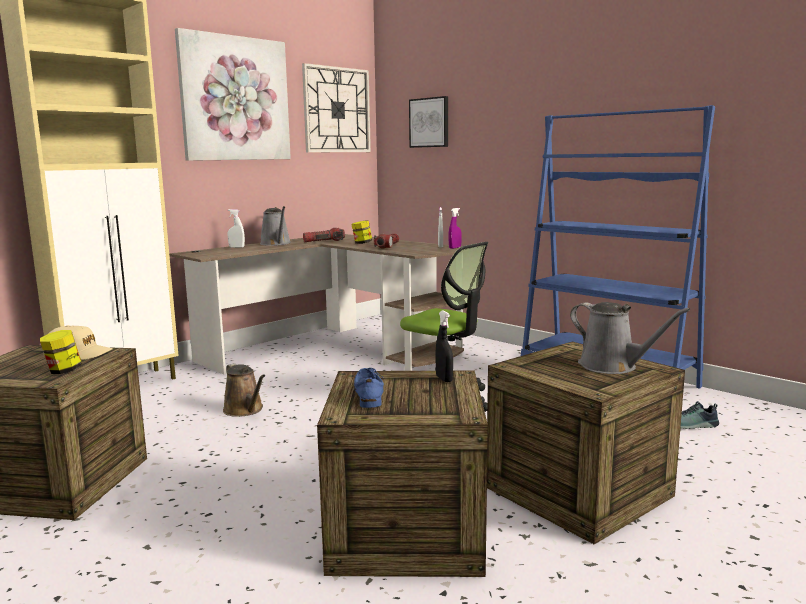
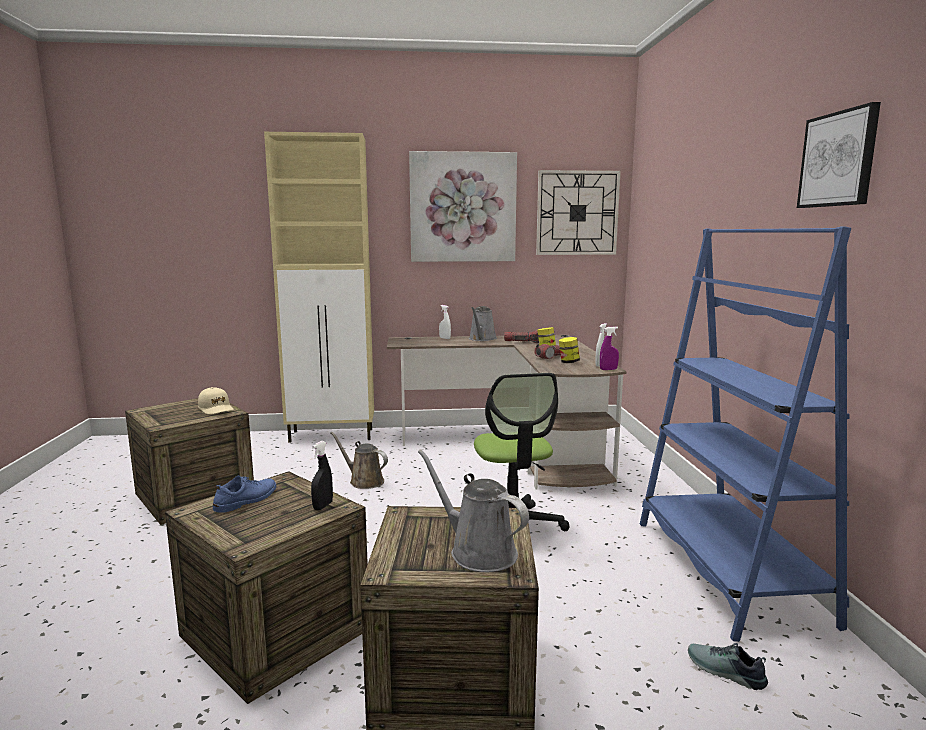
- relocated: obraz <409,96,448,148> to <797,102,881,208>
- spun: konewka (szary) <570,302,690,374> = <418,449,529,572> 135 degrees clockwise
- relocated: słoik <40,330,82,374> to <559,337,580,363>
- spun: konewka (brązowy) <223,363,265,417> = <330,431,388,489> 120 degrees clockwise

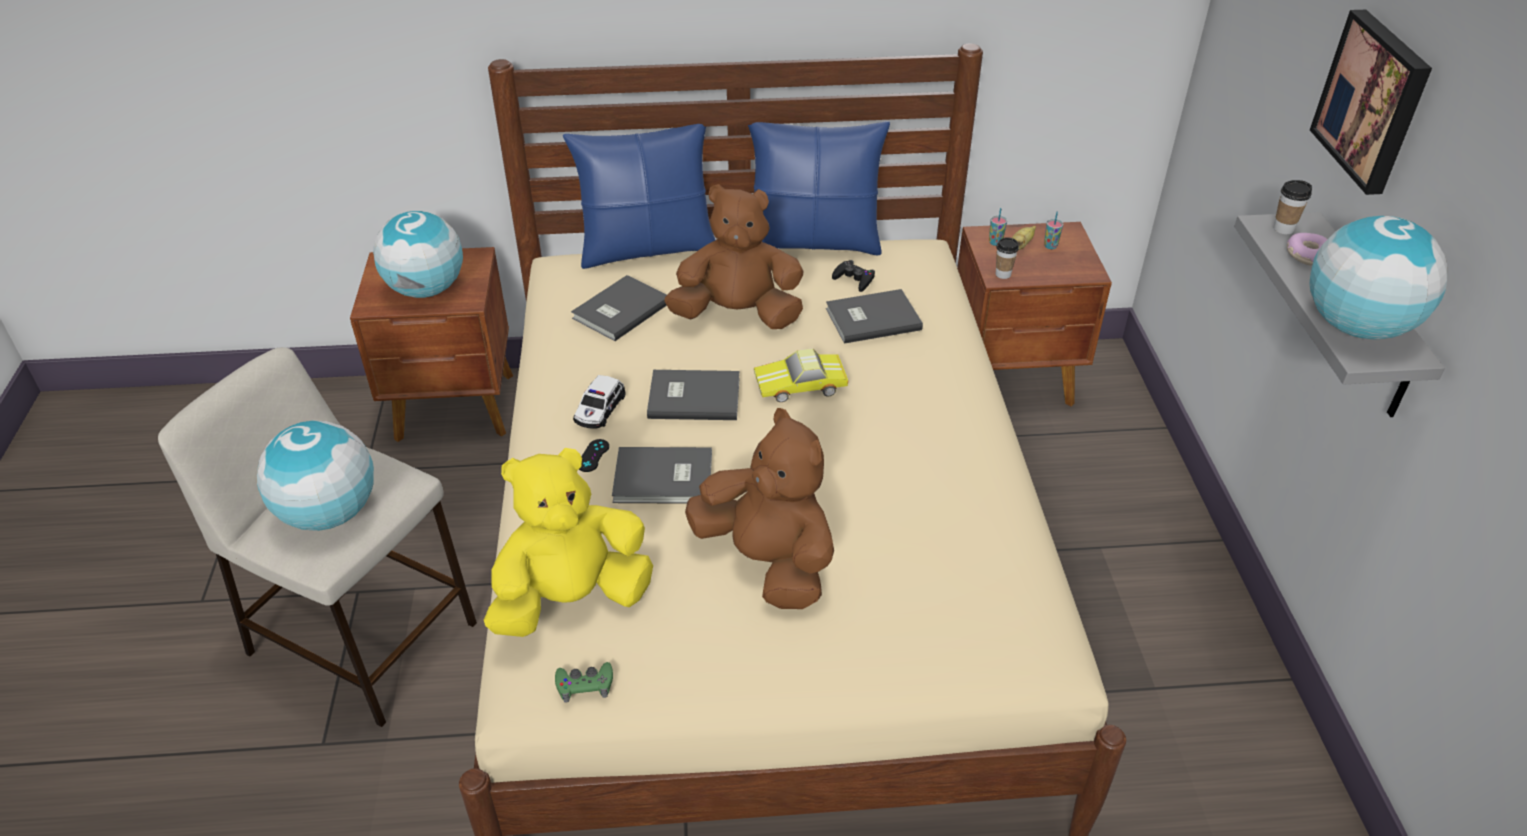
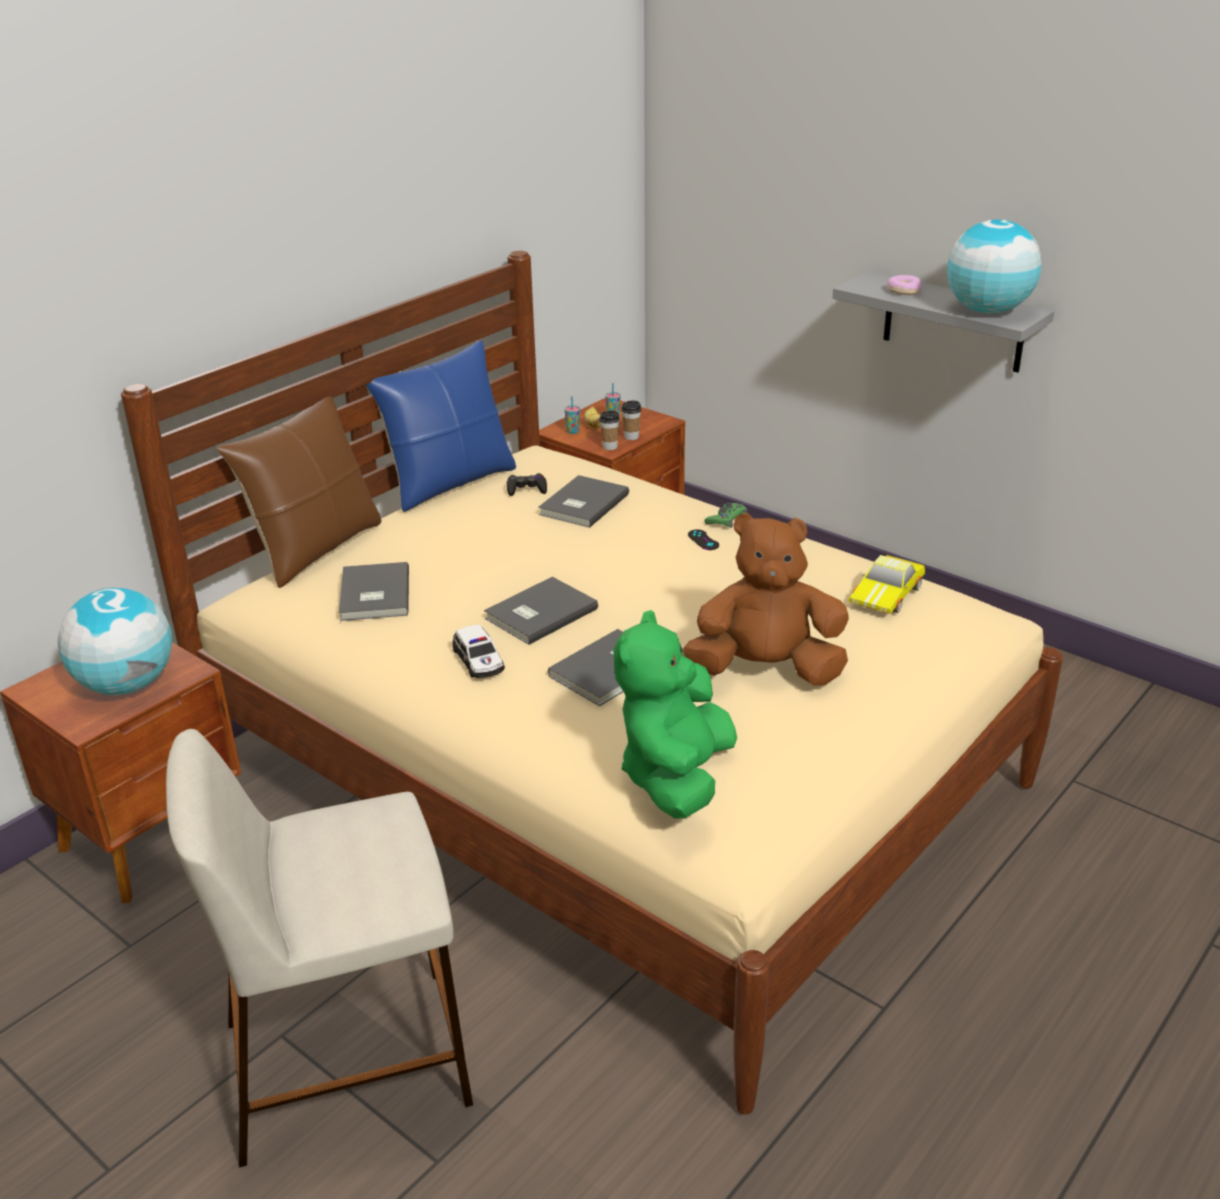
- missing: obraz <1310,10,1432,195>
- colour: poduszka (niebieski) <563,124,715,269> to poduszka (brązowy) <217,396,381,588>
- relocated: filiżanka <1273,180,1312,235> to <621,400,641,440>
- missing: pluszak (brązowy) <665,184,803,329>
- relocated: samochodzik <754,348,848,402> to <848,555,925,613>
- missing: globus <257,420,374,531>
- relocated: pad do gier (czarny) <579,439,609,472> to <688,530,719,550>
- colour: pluszak (żółty) <484,448,653,637> to pluszak (zielony) <613,610,737,819>
- relocated: pad do gier (zielony) <555,662,613,703> to <705,503,747,528>

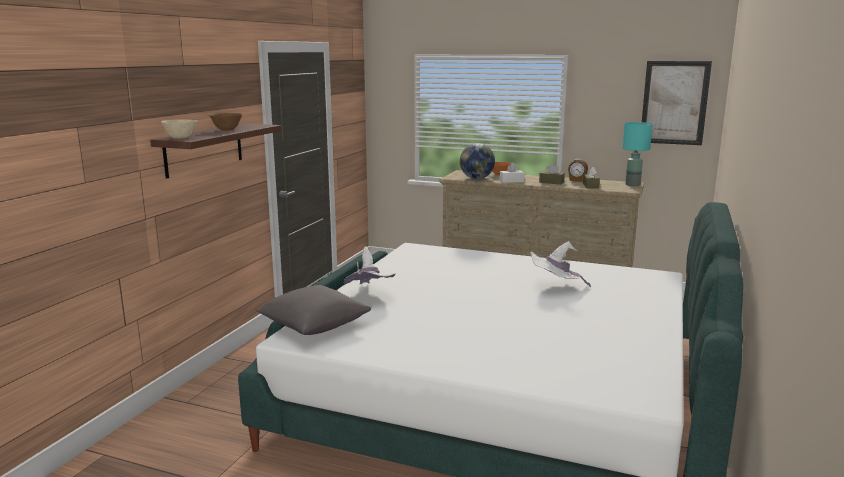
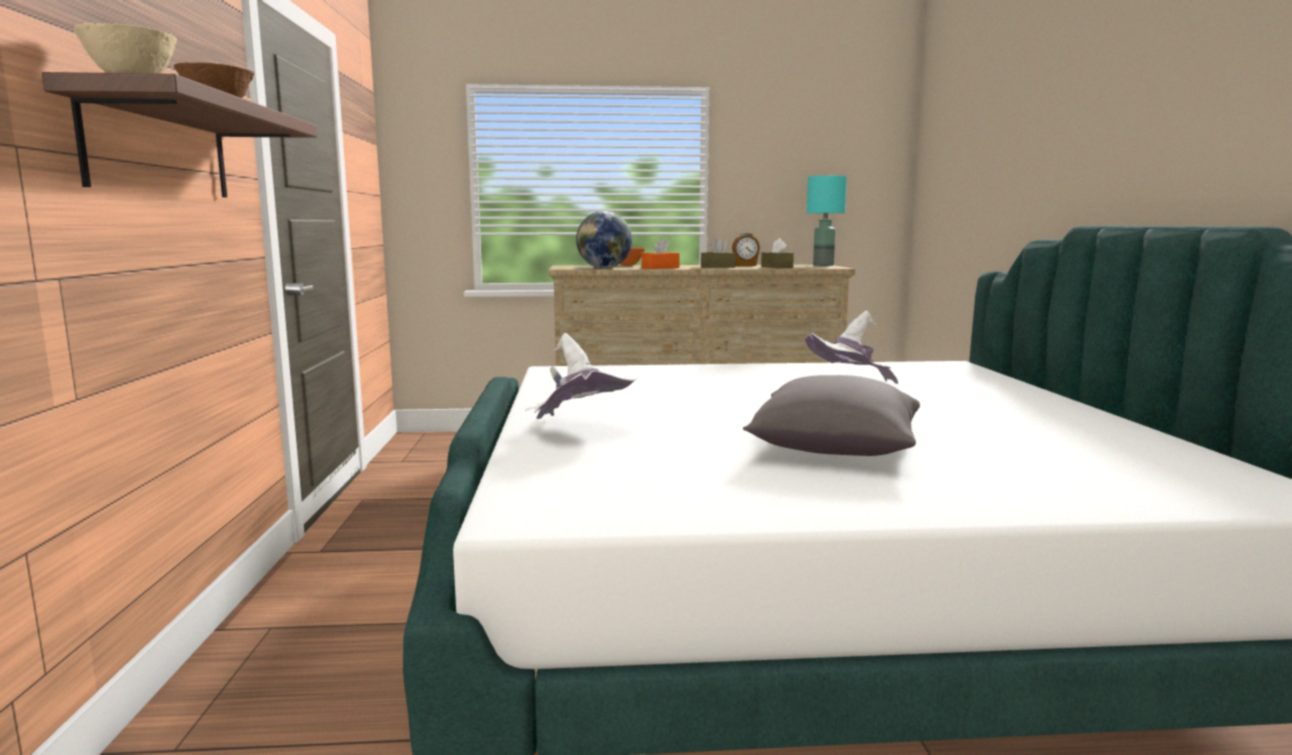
- missing: obraz <642,61,712,145>
- colour: pudełko chusteczek (biały) <500,163,524,183> to pudełko chusteczek (pomarańczowy) <642,238,680,269>
- relocated: poduszka (szary) <255,285,371,335> to <743,375,920,456>

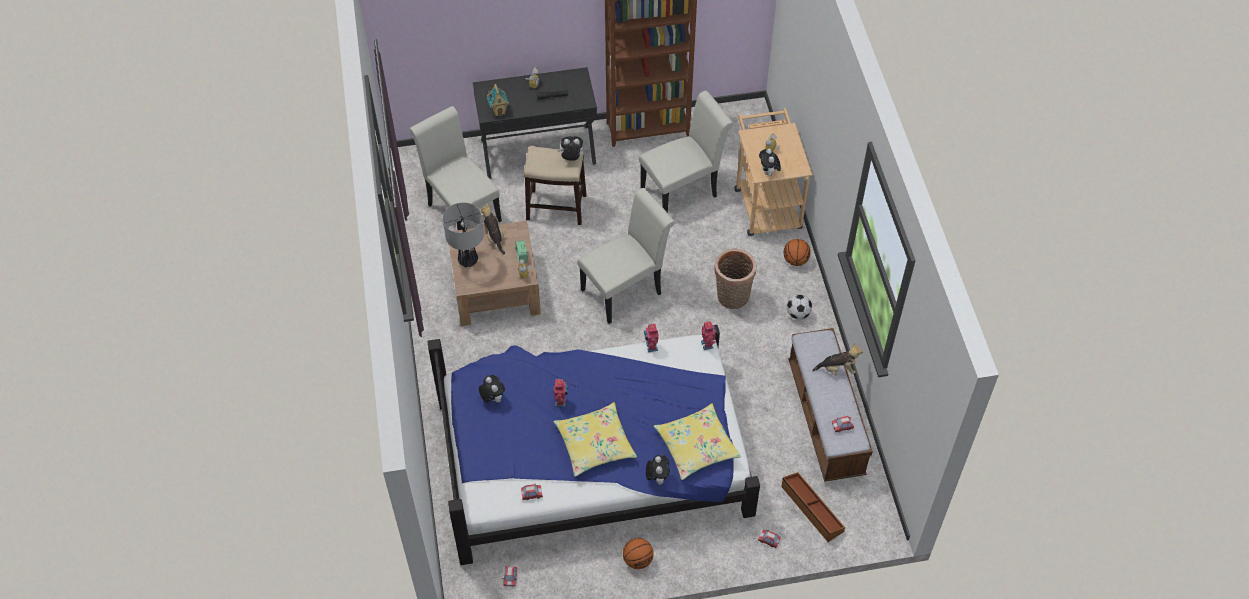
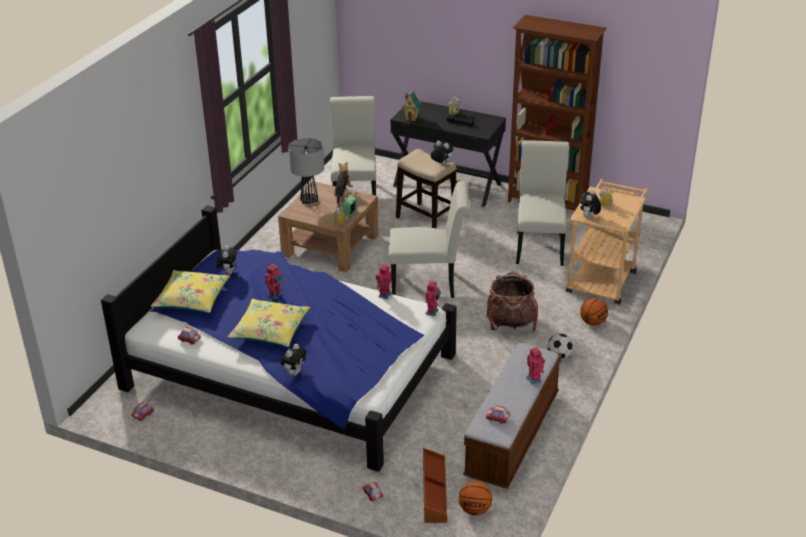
- spun: krzesło (biały) <639,91,734,213> = <516,140,569,266> 90 degrees counterclockwise
- exchanged: koszyk <714,248,756,309> to plecak <487,271,538,331>
- exchanged: pluszak <812,343,863,375> to robot zabawkowy <526,347,545,385>
- relocated: poduszka (żółty) <654,403,741,480> to <151,270,230,313>
- relocated: piłka do koszykówki <623,538,654,569> to <459,481,492,515>

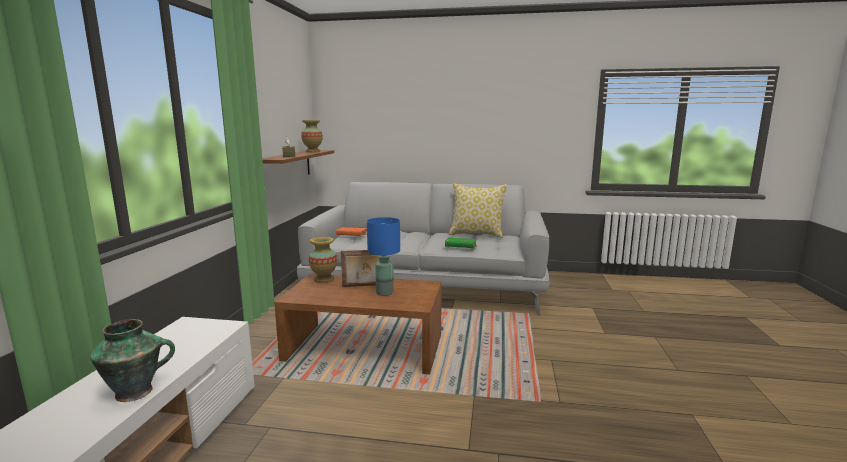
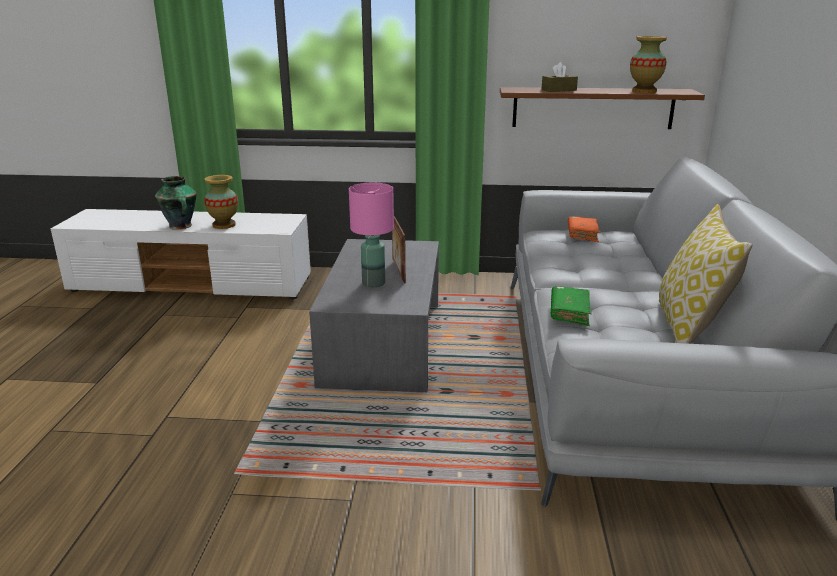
- colour: lampa stołowa (niebieski) <367,217,400,296> to lampa stołowa (różowy) <349,183,394,287>
- relocated: wazon <309,237,337,283> to <204,175,238,229>
- colour: ława (brązowy) <274,274,442,374> to ława (szary) <309,239,439,392>

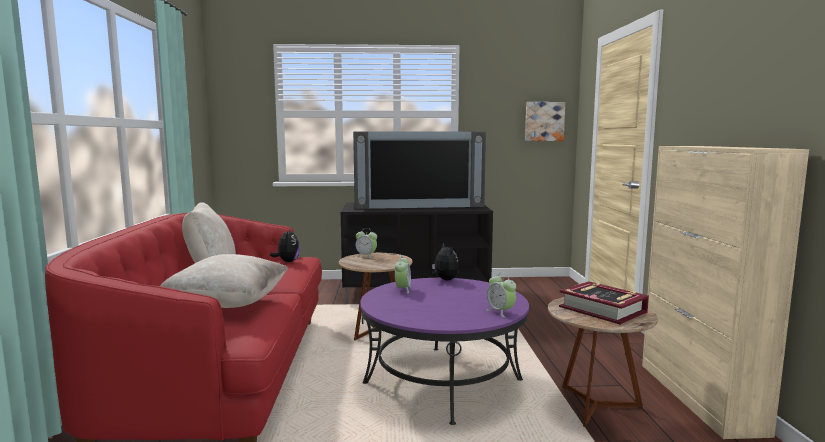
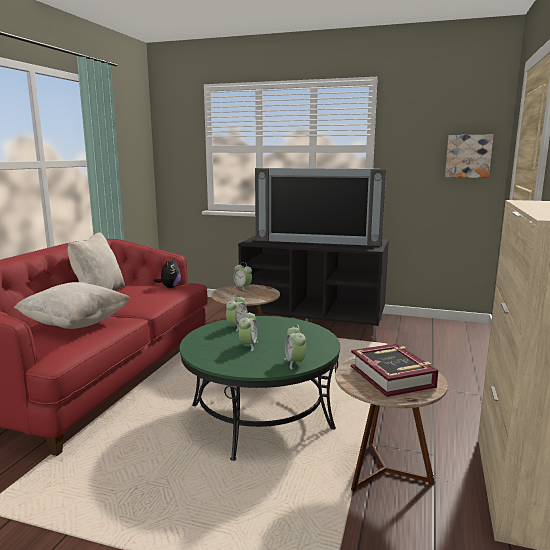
- missing: pluszak <432,243,459,280>
- colour: ława (fioletowy) <360,278,529,425> to ława (zielony) <180,316,340,461>
- appeared: budzik <239,310,258,351>

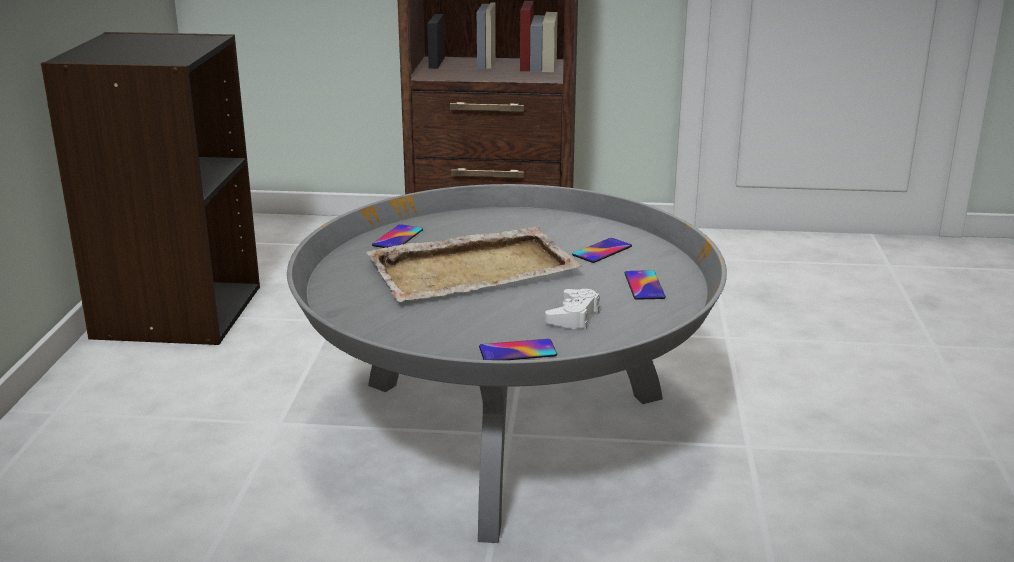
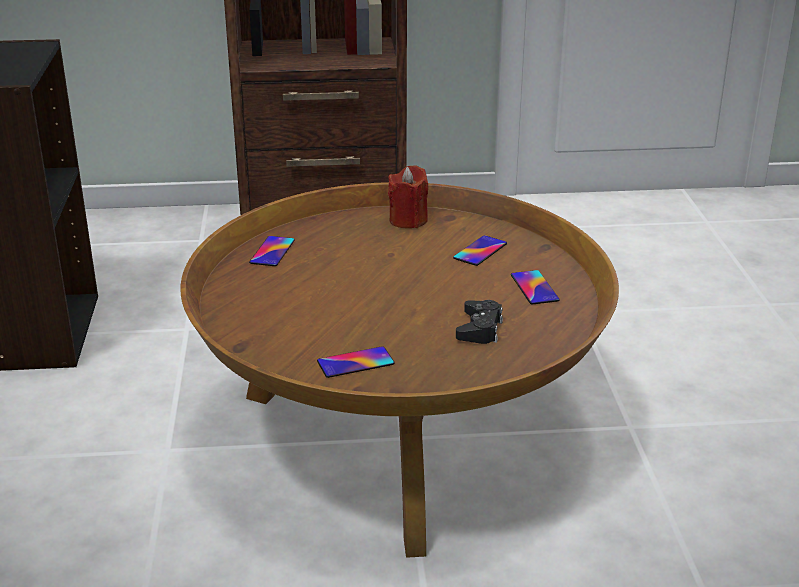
- colour: ława (szary) <287,184,727,543> to ława (brązowy) <180,182,619,558>
- missing: taca (beżowy) <367,226,582,302>
- colour: pad do gier (biały) <545,289,600,329> to pad do gier (czarny) <456,300,503,344>
- relocated: telefon <479,339,557,360> to <317,346,394,378>
- appeared: świeca (czerwony) <388,165,428,228>

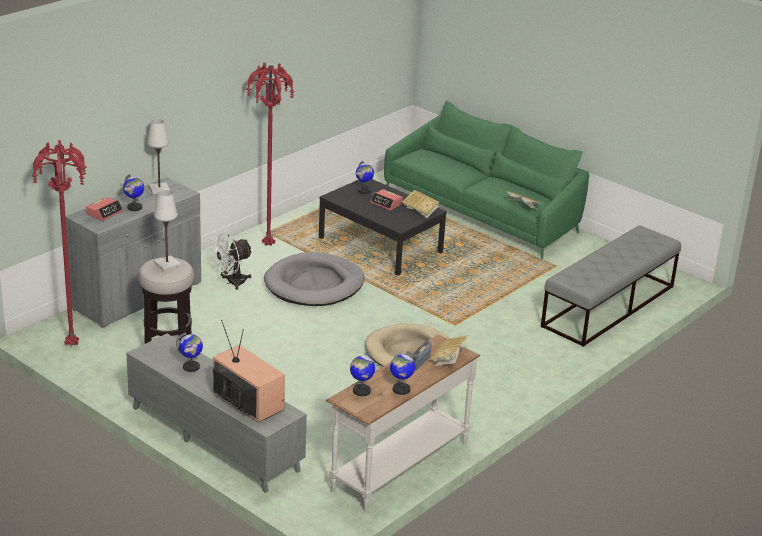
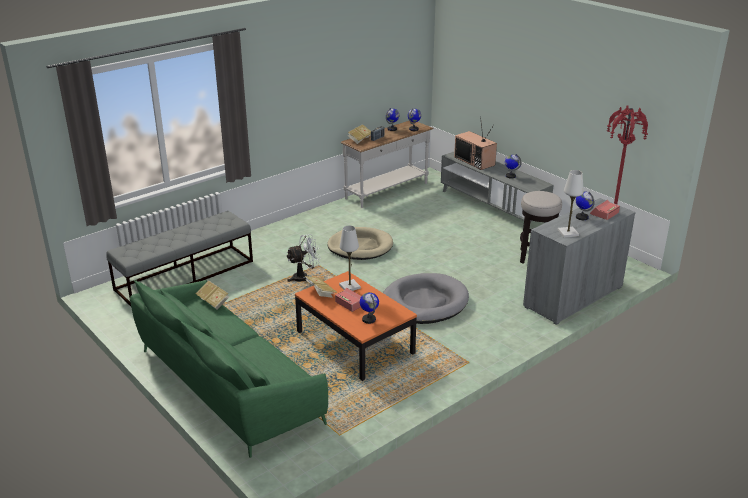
- missing: lampa stojąca (czerwony) <246,62,295,246>
- colour: ława (czarny) <319,179,447,276> to ława (pomarańczowy) <295,271,417,381>
- relocated: lampa stołowa (biały) <154,190,180,271> to <339,225,361,291>
- relocated: wentylator (biały) <210,233,253,290> to <286,234,320,282>

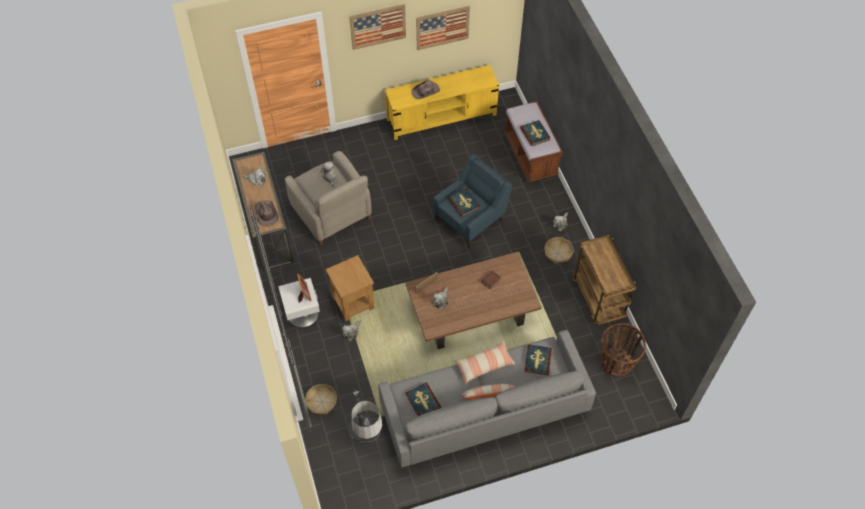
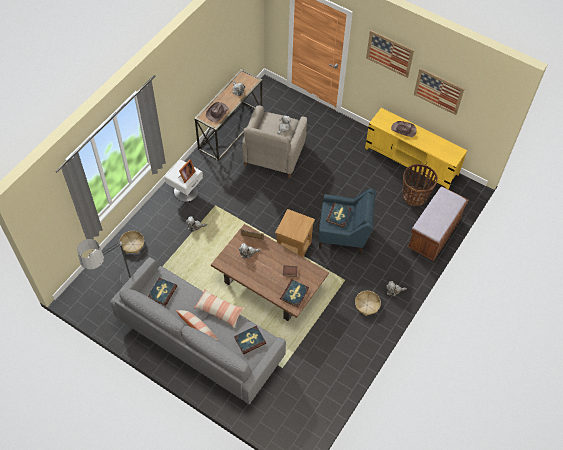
- relocated: książka <520,120,551,146> to <280,279,309,308>
- missing: wózek (brązowy) <572,234,636,325>
- relocated: stolik (brązowy) <326,255,374,321> to <275,209,315,257>
- relocated: koszyk <601,323,646,377> to <403,164,438,206>

